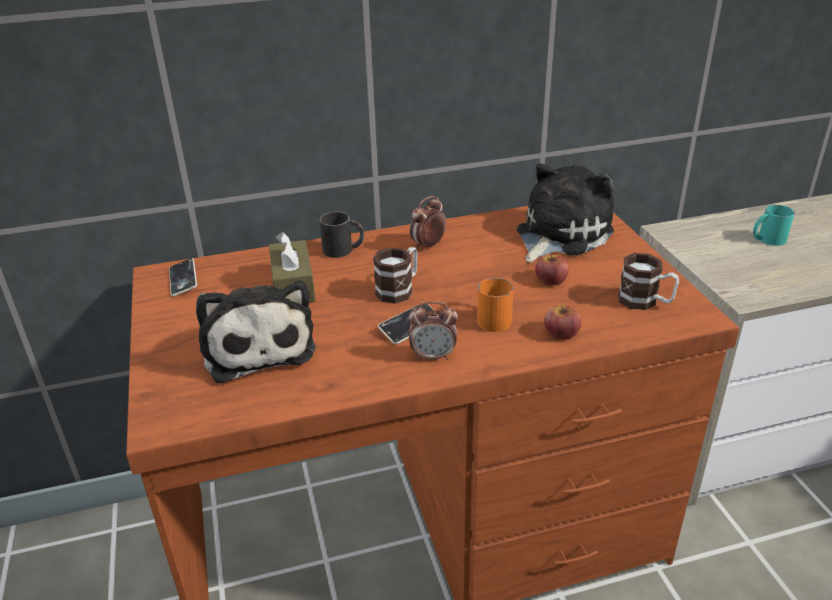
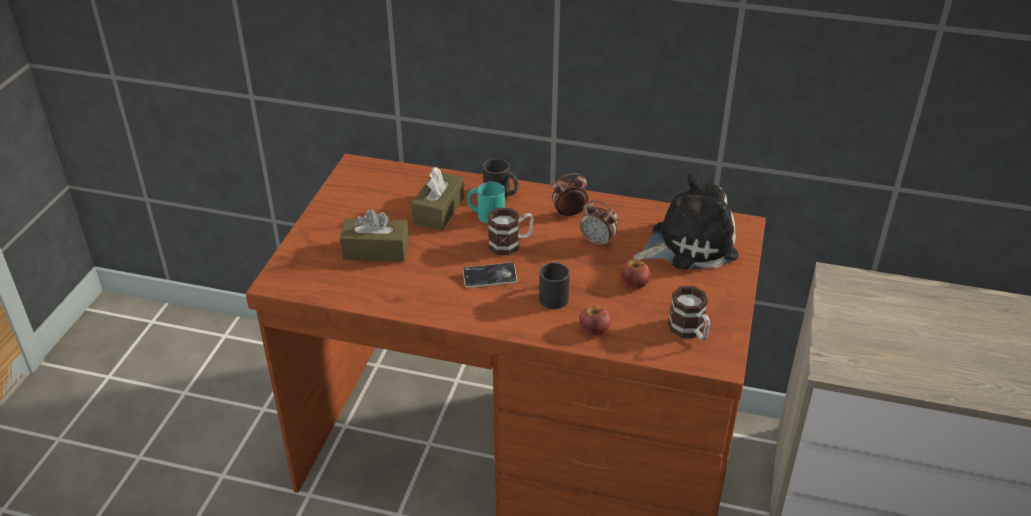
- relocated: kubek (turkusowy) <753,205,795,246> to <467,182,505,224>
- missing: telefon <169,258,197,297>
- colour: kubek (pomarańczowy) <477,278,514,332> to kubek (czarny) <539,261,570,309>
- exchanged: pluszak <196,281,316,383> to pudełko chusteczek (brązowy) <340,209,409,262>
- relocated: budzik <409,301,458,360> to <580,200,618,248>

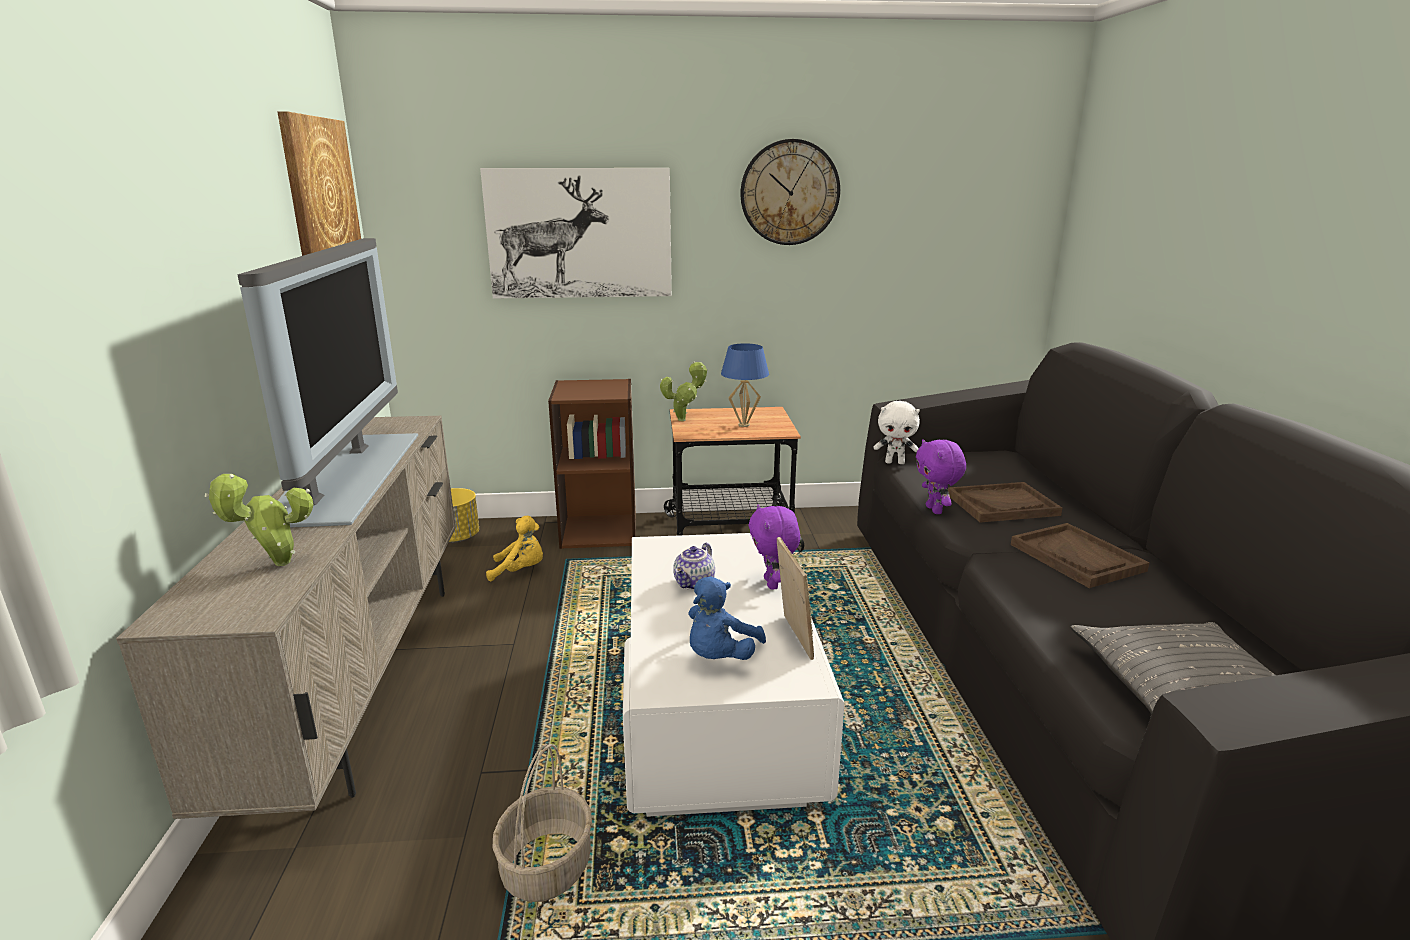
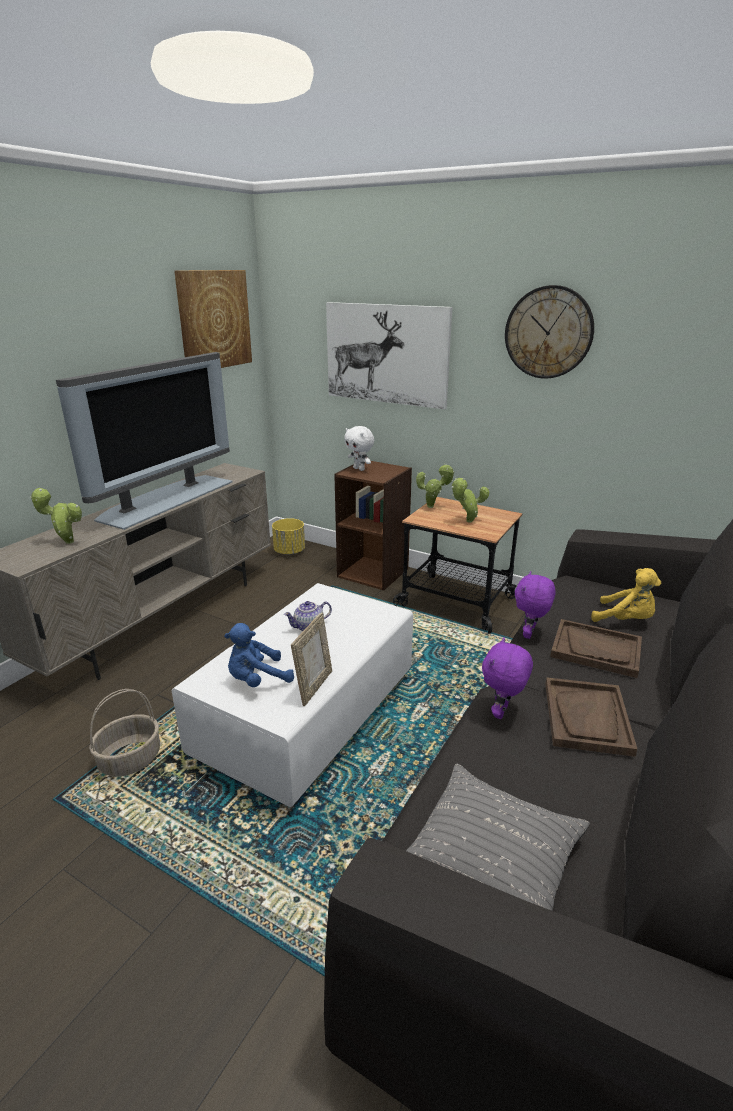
- exchanged: lampa stołowa (niebieski) <721,343,769,427> to roślina doniczkowa <452,478,489,523>
- relocated: pluszak (biały) <873,401,920,464> to <344,426,374,471>
- relocated: pluszak (fioletowy) <748,504,800,589> to <482,637,533,719>
- relocated: pluszak (żółty) <486,516,543,581> to <591,568,662,622>

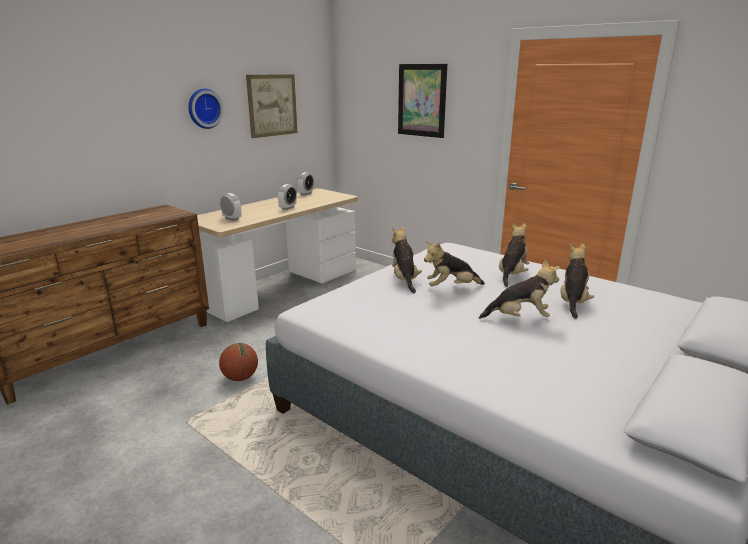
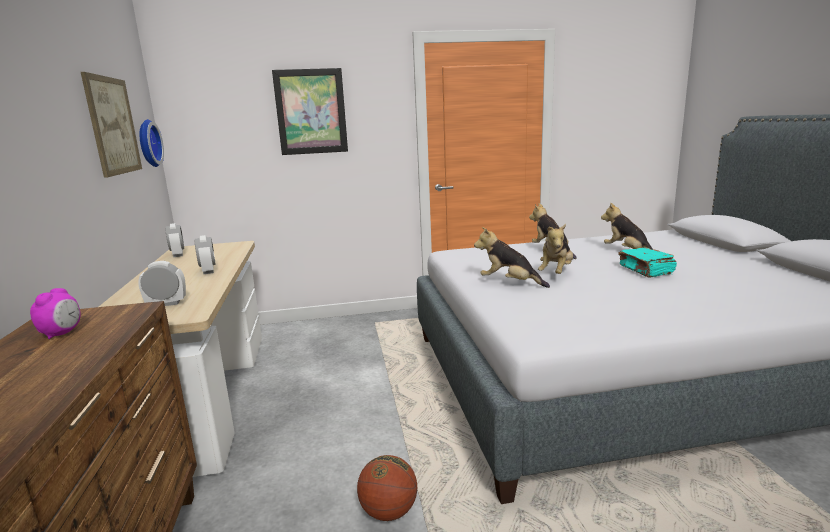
- relocated: zegar ścienny <188,89,223,129> to <139,119,164,167>
- exchanged: pluszak <479,259,560,319> to książka (turkusowy) <618,248,677,278>
- appeared: budzik <30,288,81,339>

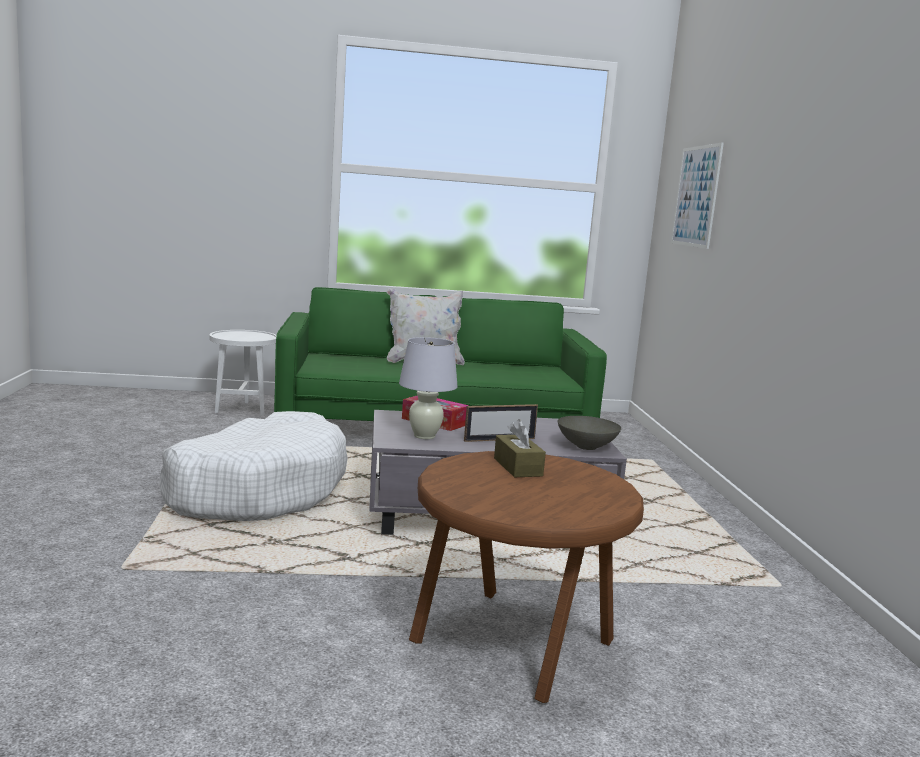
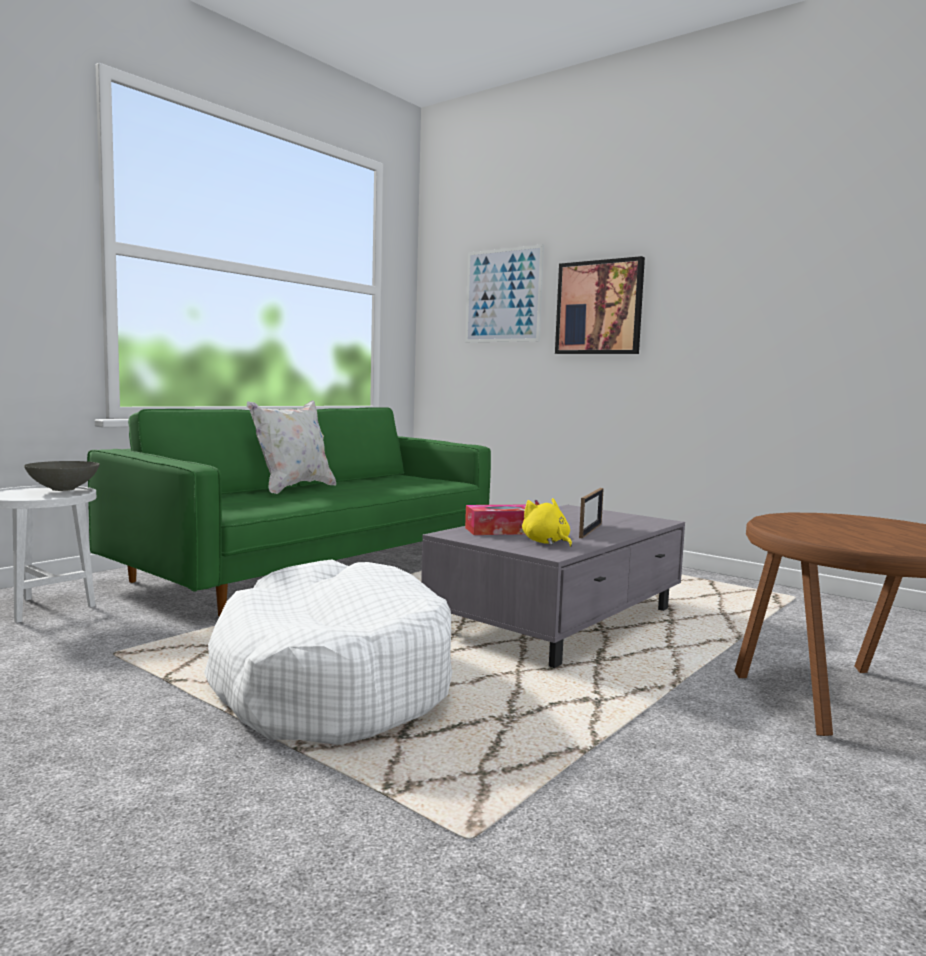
- exchanged: lampa stołowa (biały) <399,337,458,439> to pluszak (żółty) <522,498,572,547>
- relocated: miska (szary) <558,416,621,450> to <24,461,100,491>
- missing: pudełko chusteczek (brązowy) <494,419,546,477>
- appeared: obraz <555,256,645,354>

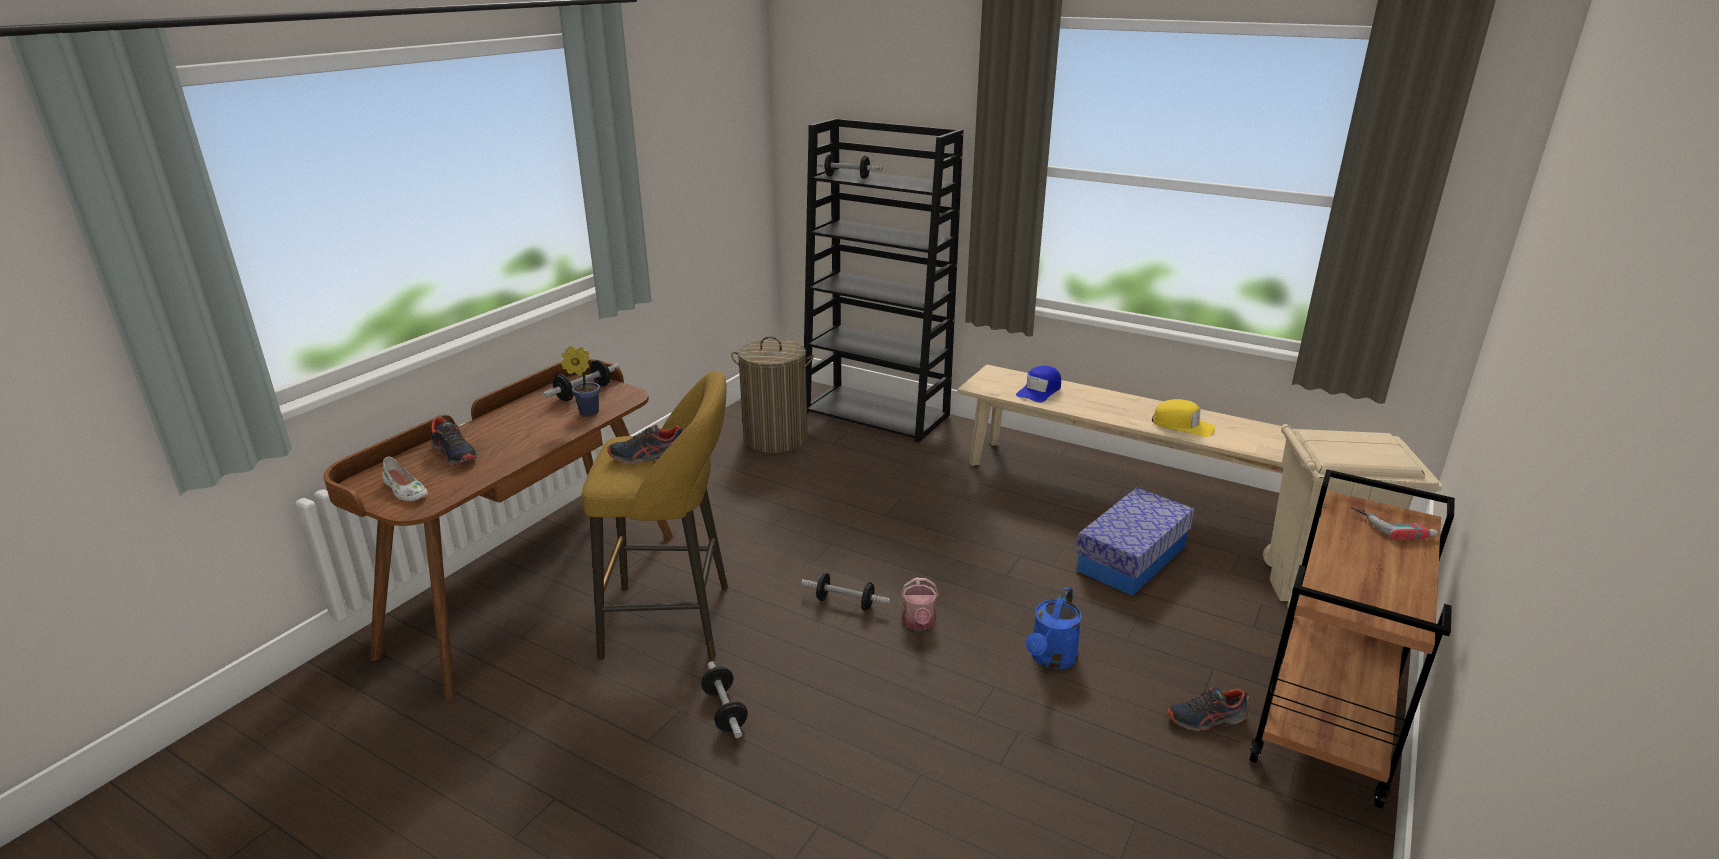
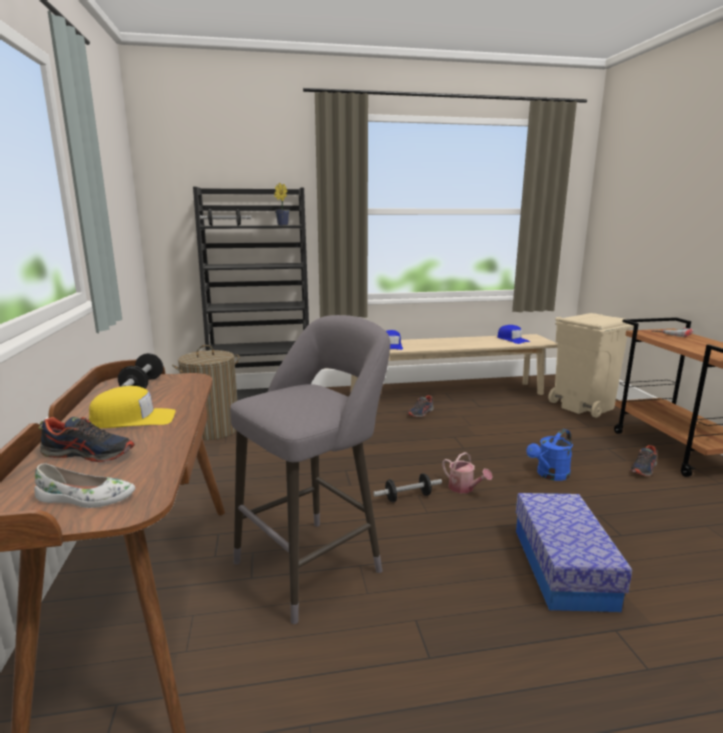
- relocated: roślina doniczkowa <561,346,600,416> to <274,182,290,226>
- colour: stołek (żółty) <582,371,728,660> to stołek (szary) <230,315,390,624>
- relocated: czapka z daszkiem (żółty) <1152,399,1215,437> to <88,386,176,428>
- relocated: but <607,425,685,464> to <407,395,434,417>
- relocated: pojemnik do przechowywania <1076,488,1194,596> to <516,493,632,612>
- spun: konewka (niebieski) <1026,587,1082,670> = <526,429,573,481> 60 degrees clockwise
- missing: hantel <701,662,748,738>
- appeared: czapka z daszkiem (niebieski) <497,325,530,344>

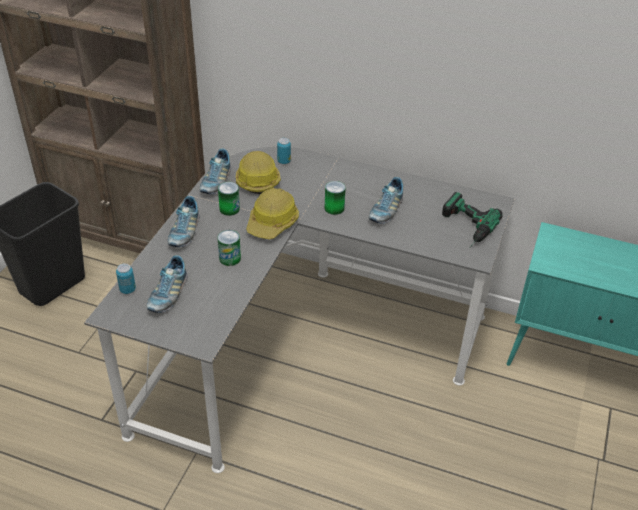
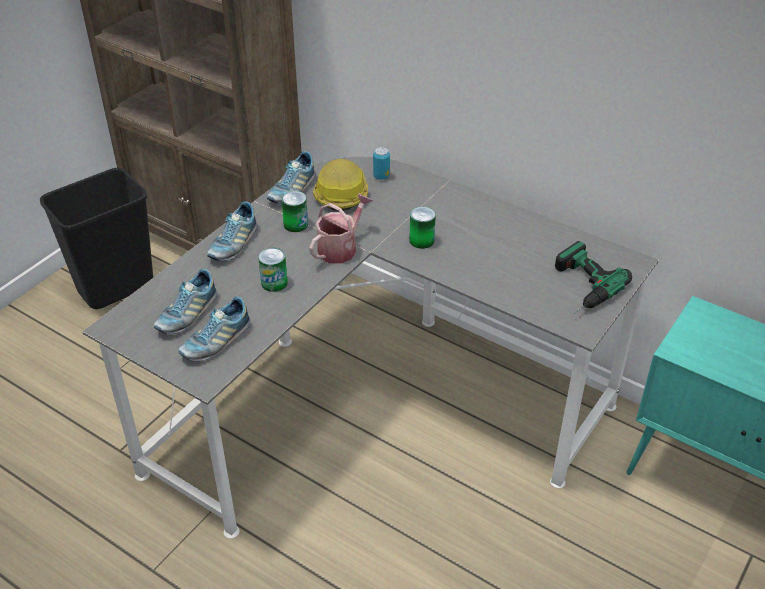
- relocated: but <369,177,404,224> to <178,297,251,361>
- exchanged: kask <246,188,299,239> to konewka <309,193,372,264>
- missing: puszka <116,263,136,294>

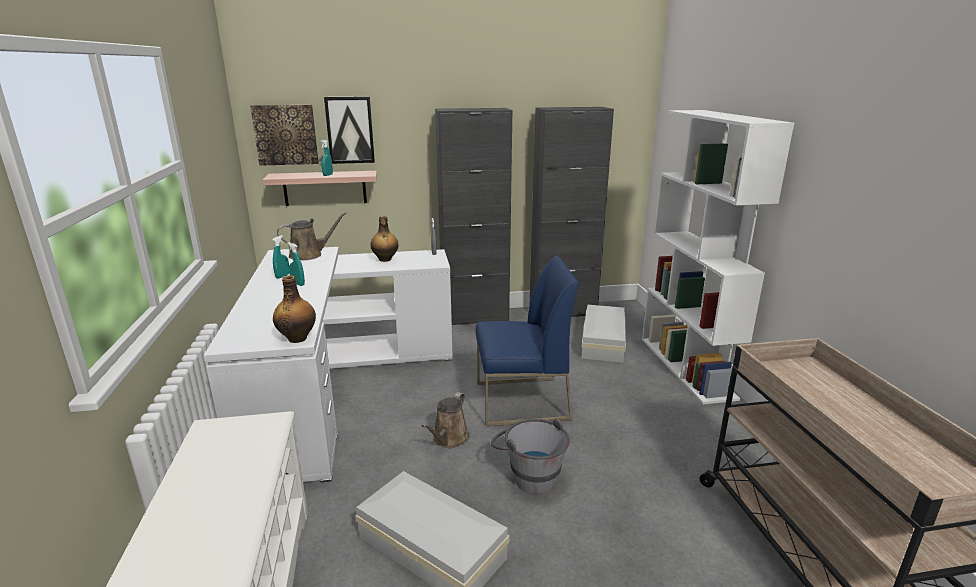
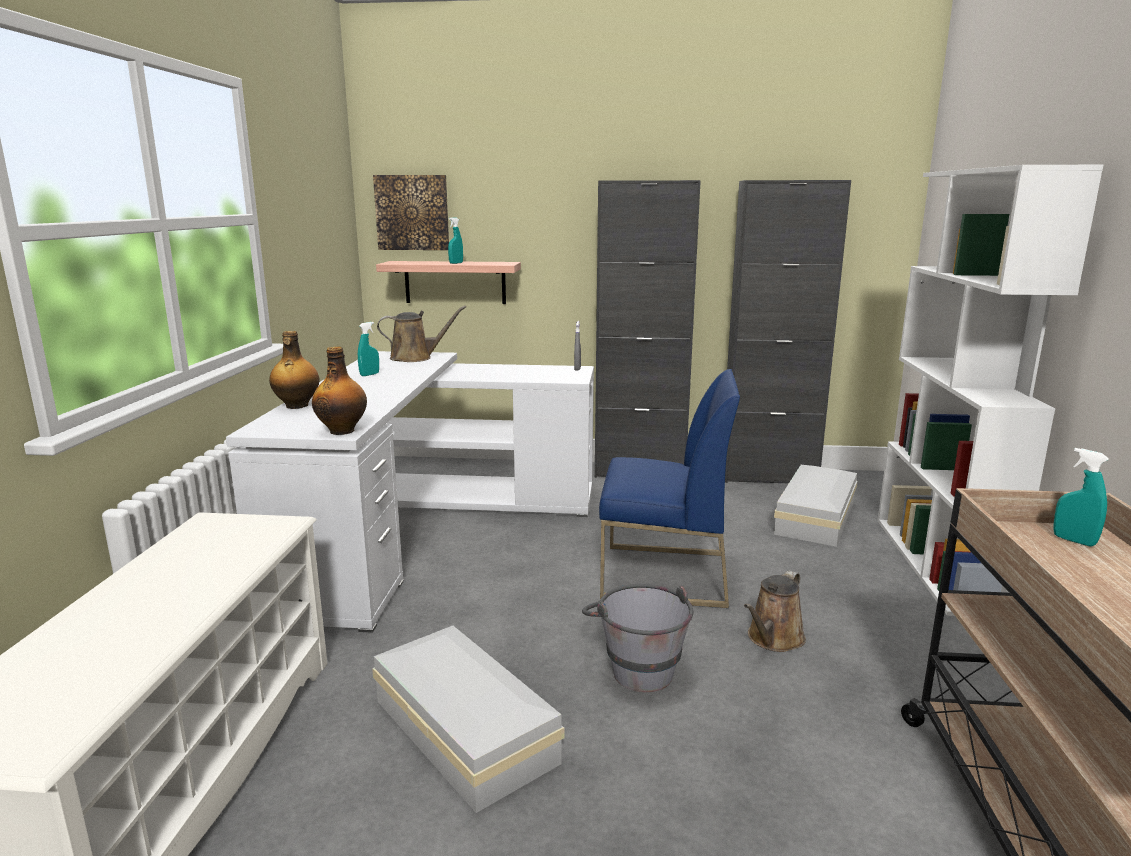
- missing: obraz <324,97,375,164>
- relocated: butelka <370,216,399,262> to <269,331,319,409>
- relocated: spryskiwacz (turkusowy) <287,242,305,286> to <1053,448,1109,547>
- relocated: konewka (brązowy) <422,392,470,448> to <744,571,806,652>

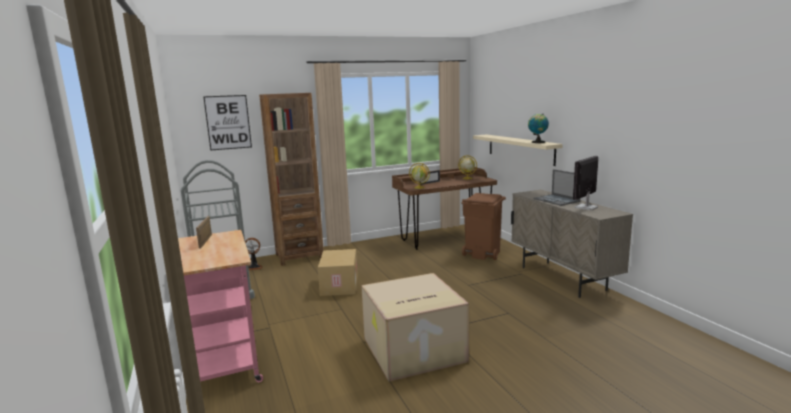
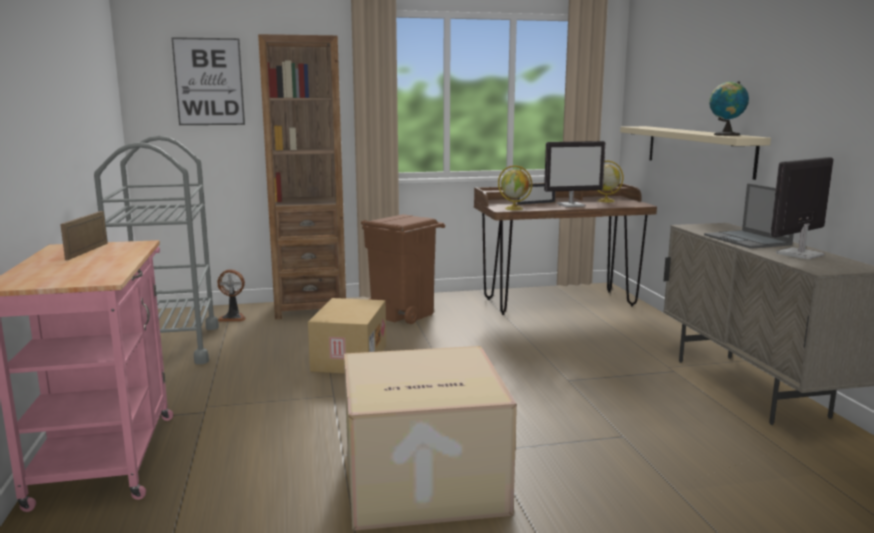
- relocated: kosz na śmieci (brązowy) <462,193,506,260> to <361,214,445,324>
- appeared: monitor <544,141,606,207>

